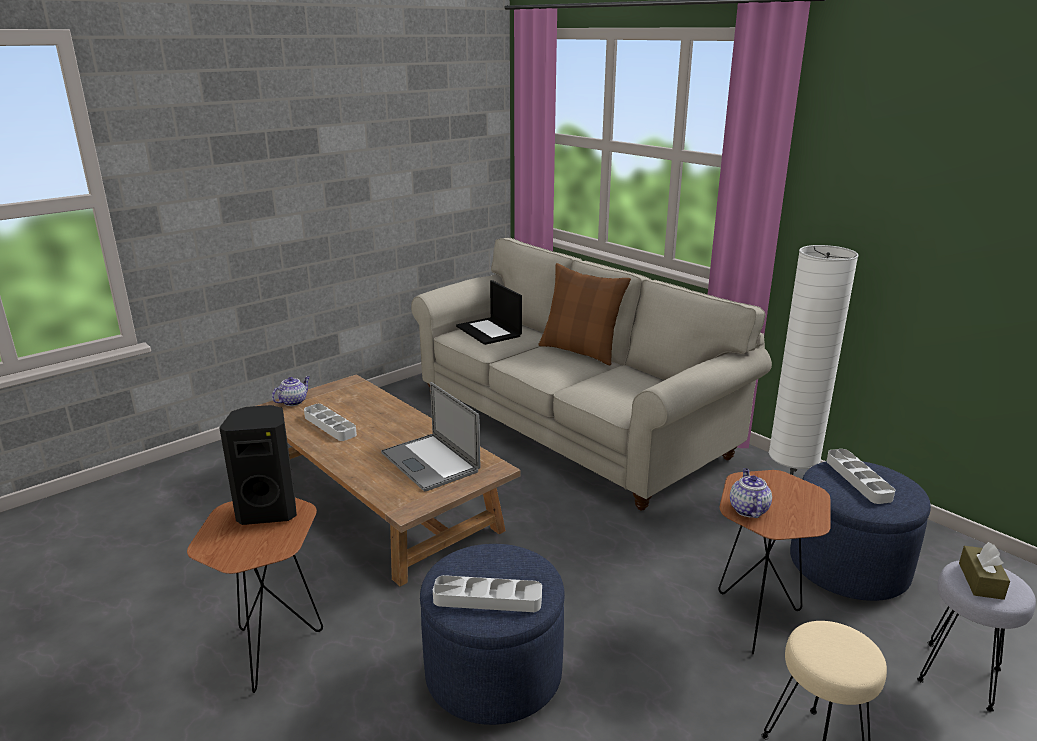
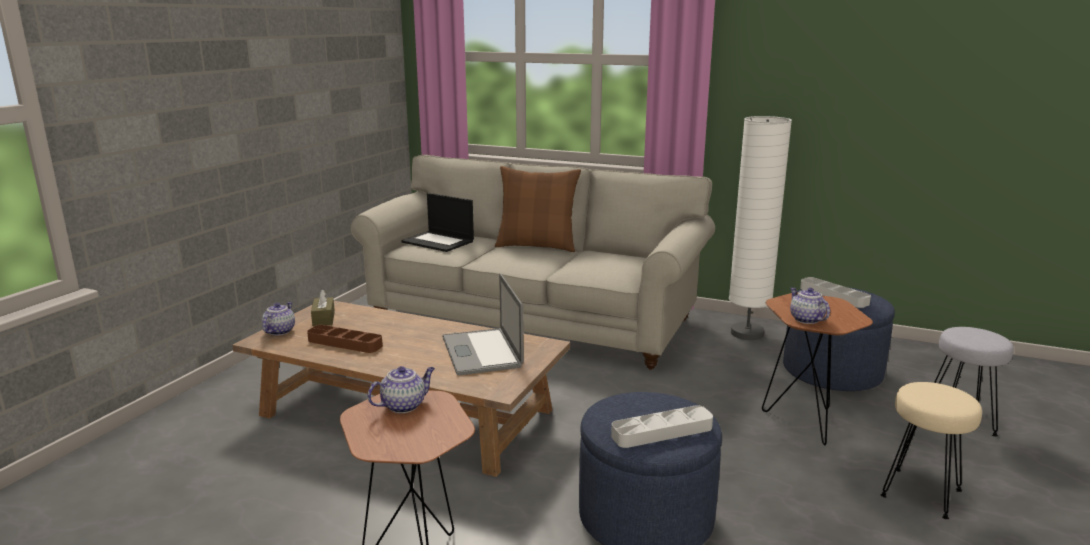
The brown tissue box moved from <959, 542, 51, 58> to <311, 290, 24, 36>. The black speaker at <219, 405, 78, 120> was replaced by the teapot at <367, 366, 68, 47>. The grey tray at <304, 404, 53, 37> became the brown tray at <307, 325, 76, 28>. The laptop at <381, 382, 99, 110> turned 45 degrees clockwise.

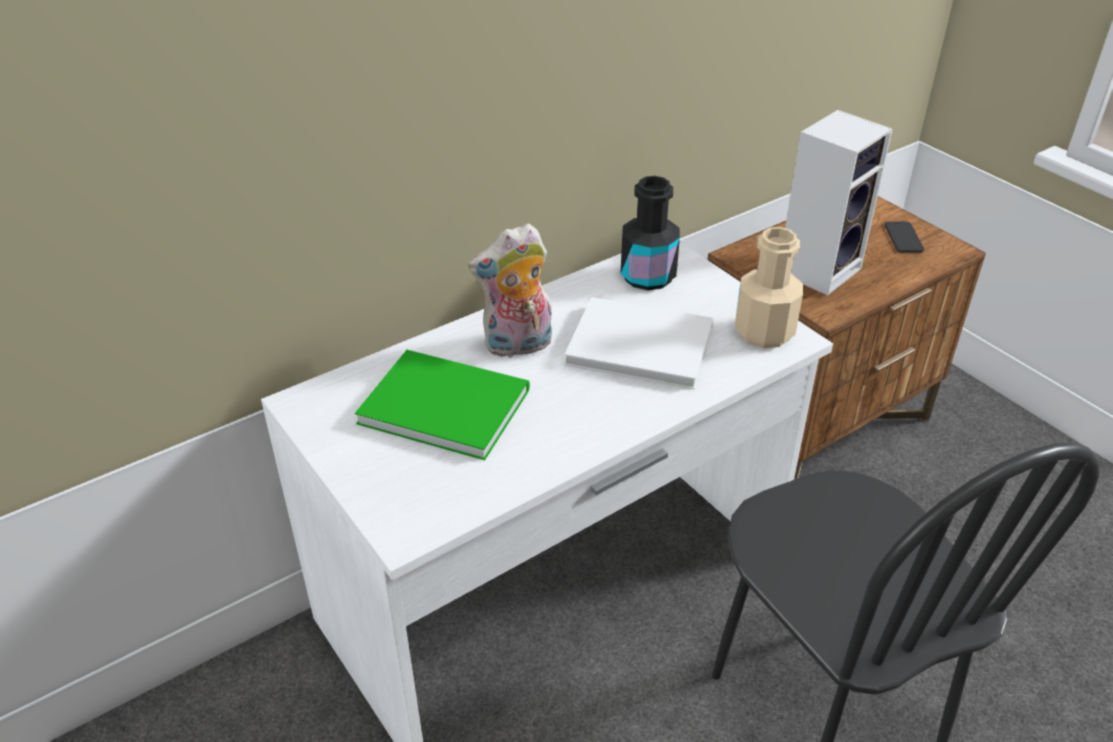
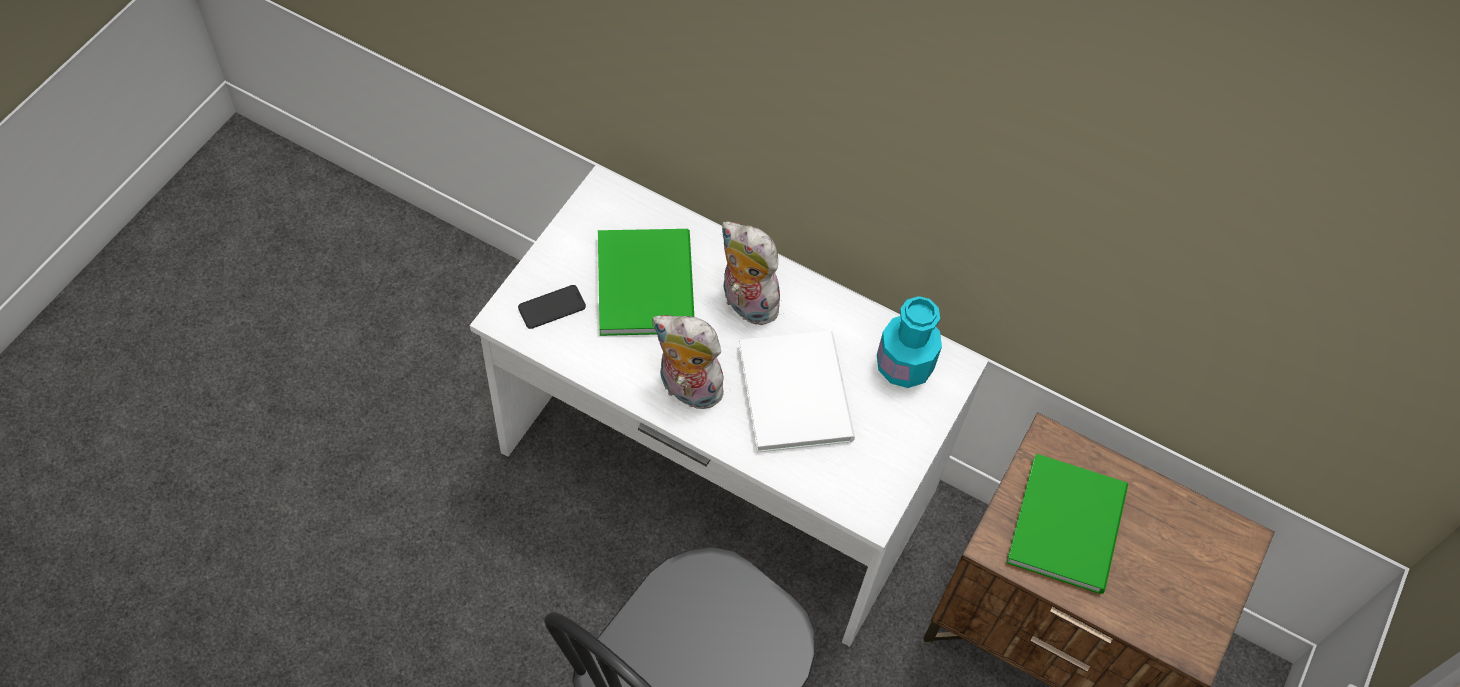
The beige bottle at <735, 227, 68, 121> disappeared. The plush toy at <652, 315, 77, 94> appeared. The phone moved from <884, 222, 40, 31> to <518, 285, 68, 44>. The speaker at <785, 110, 108, 186> was replaced by the green book at <1007, 454, 121, 140>. The black bottle at <620, 176, 60, 114> became the turquoise bottle at <877, 296, 65, 92>.

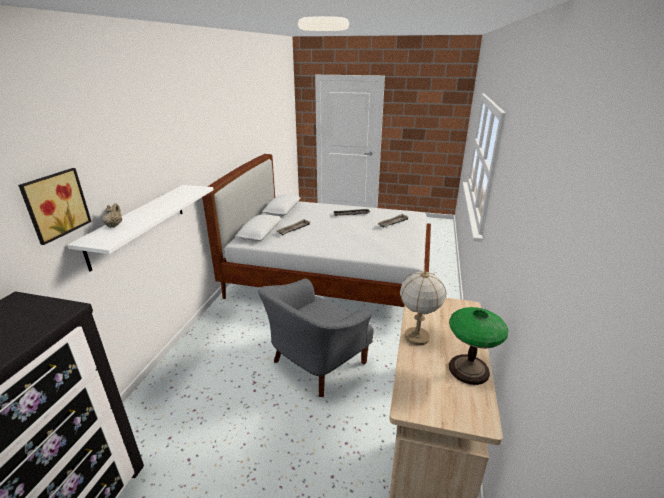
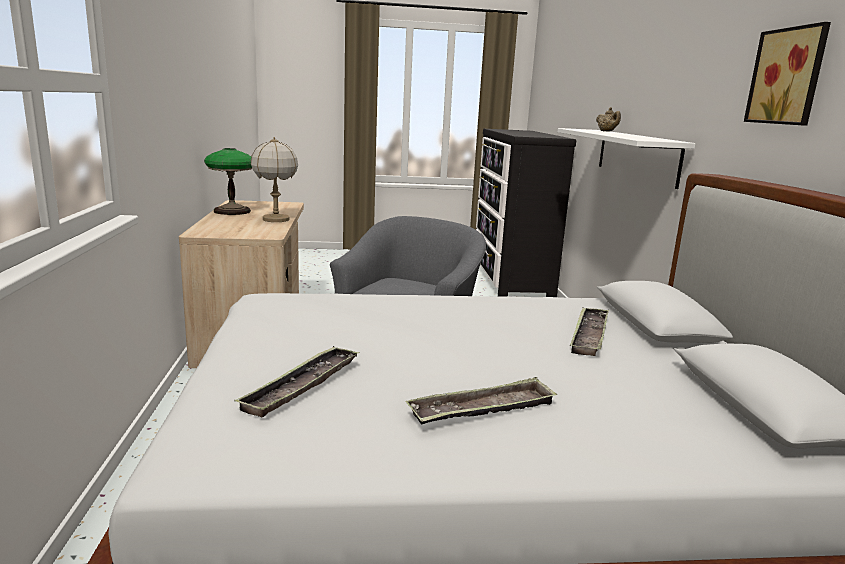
The picture moved from <18, 168, 74, 77> to <744, 22, 87, 104>.

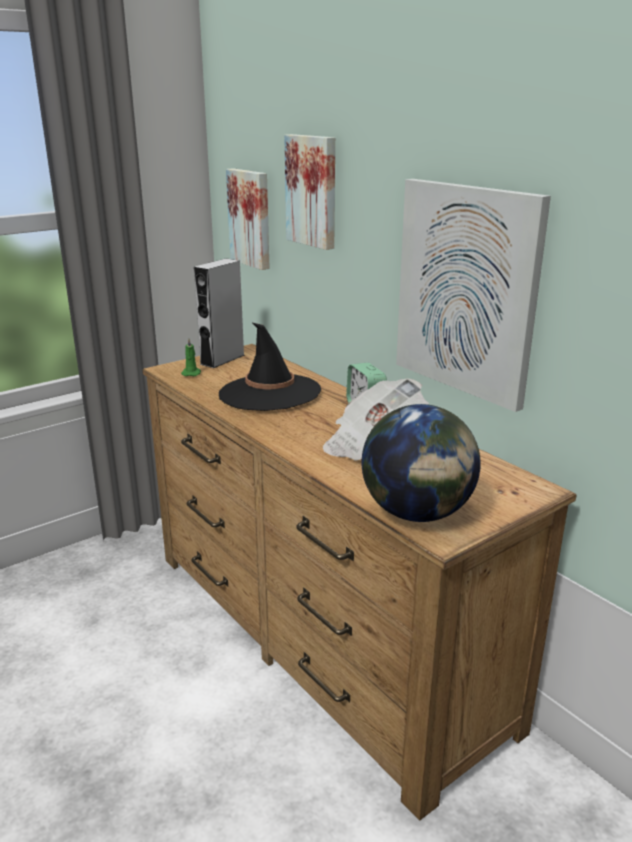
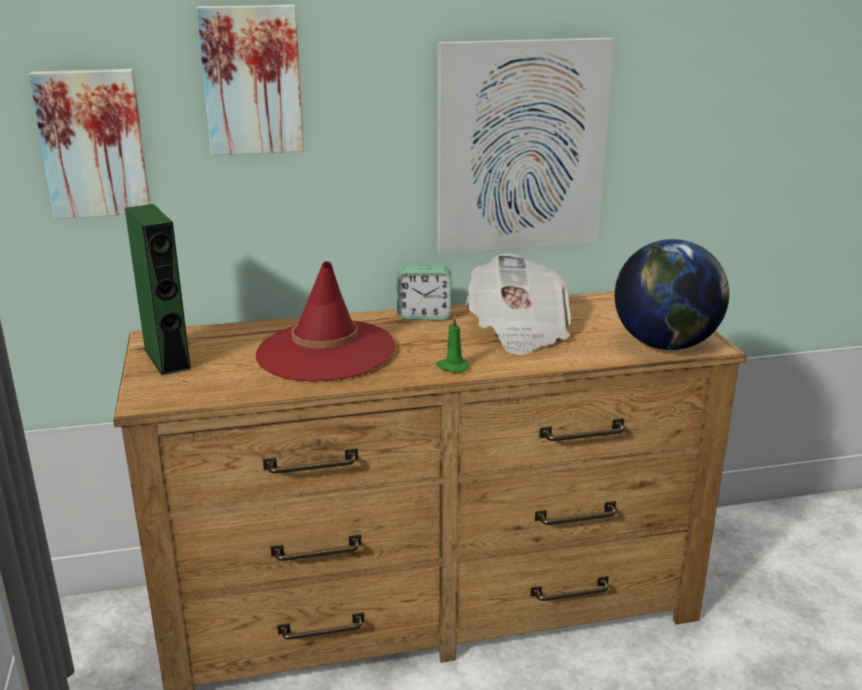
The green candle moved from <181, 339, 20, 37> to <437, 315, 33, 57>. The grey speaker at <194, 259, 51, 109> became the green speaker at <125, 204, 66, 172>. The black hat at <219, 322, 102, 89> became the red hat at <256, 261, 139, 121>.

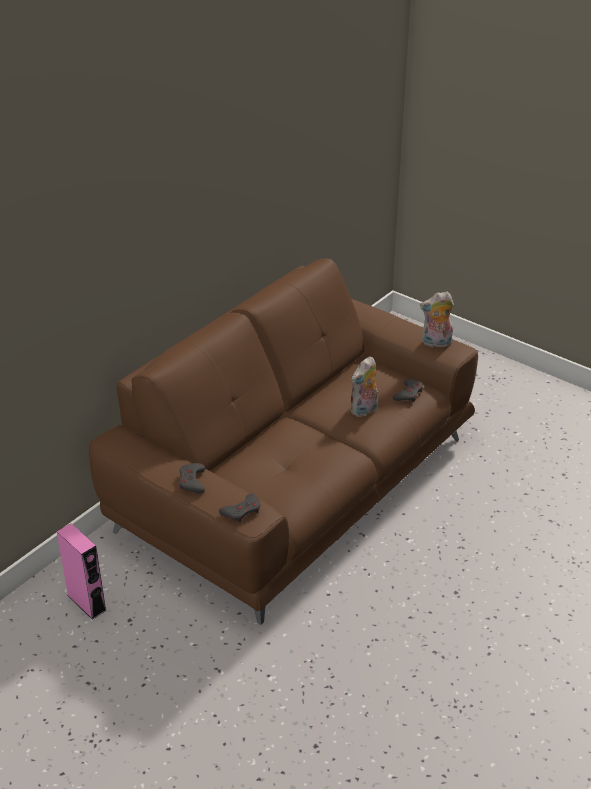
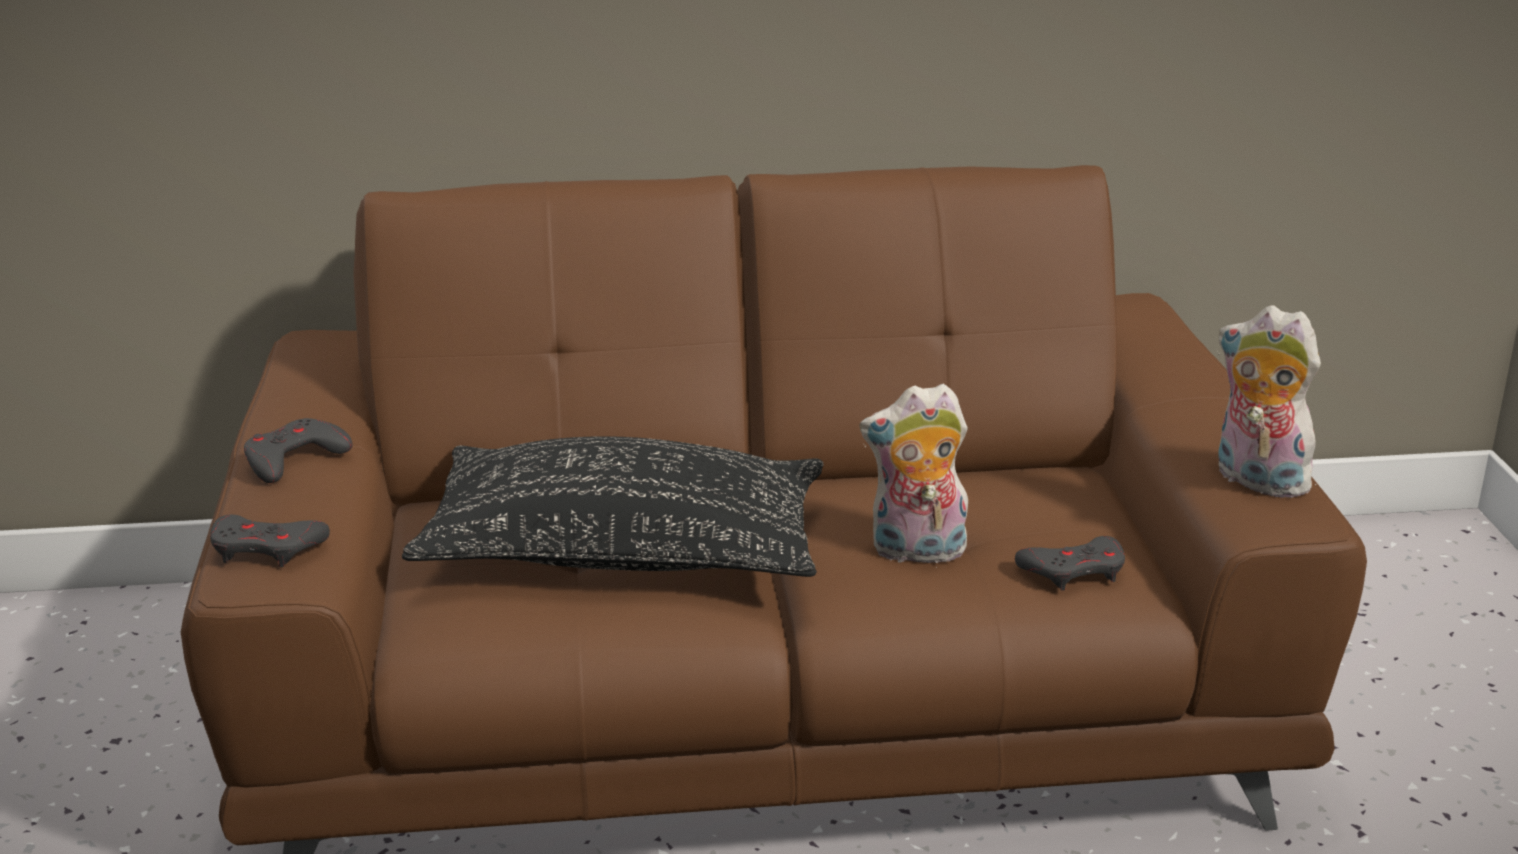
The pink speaker at <56, 523, 51, 97> disappeared. The black pillow at <402, 436, 422, 141> appeared.

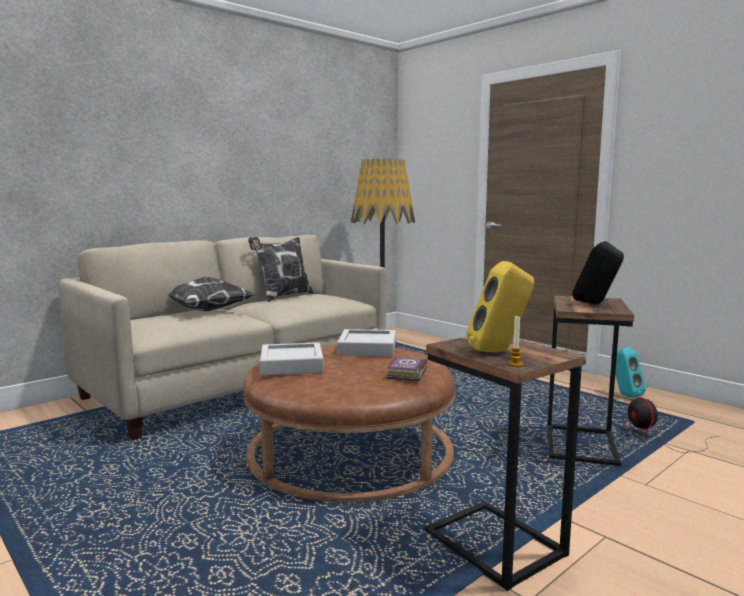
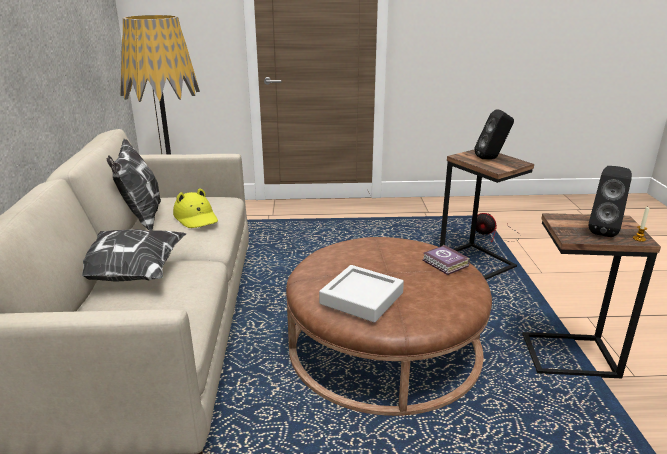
The grey tray at <337, 329, 59, 27> disappeared. The turquoise speaker at <611, 347, 35, 51> disappeared. The yellow hat at <173, 188, 45, 40> appeared. The yellow speaker at <466, 261, 68, 91> became the black speaker at <588, 166, 44, 71>.

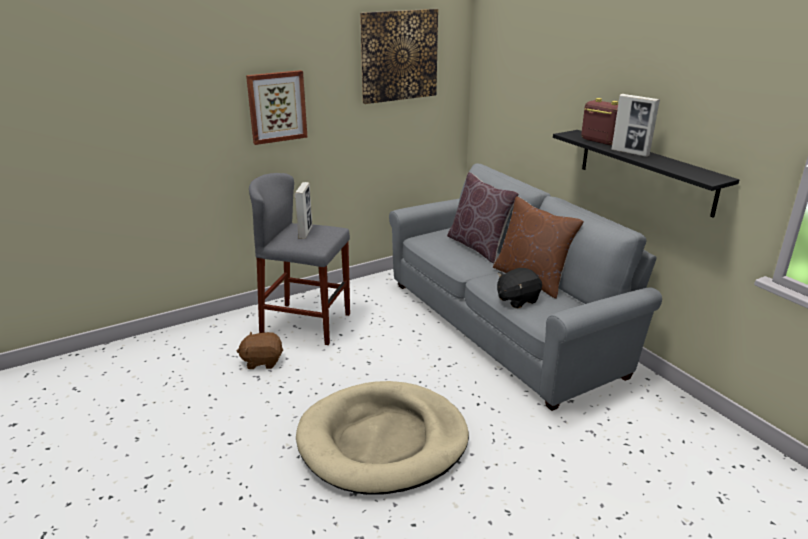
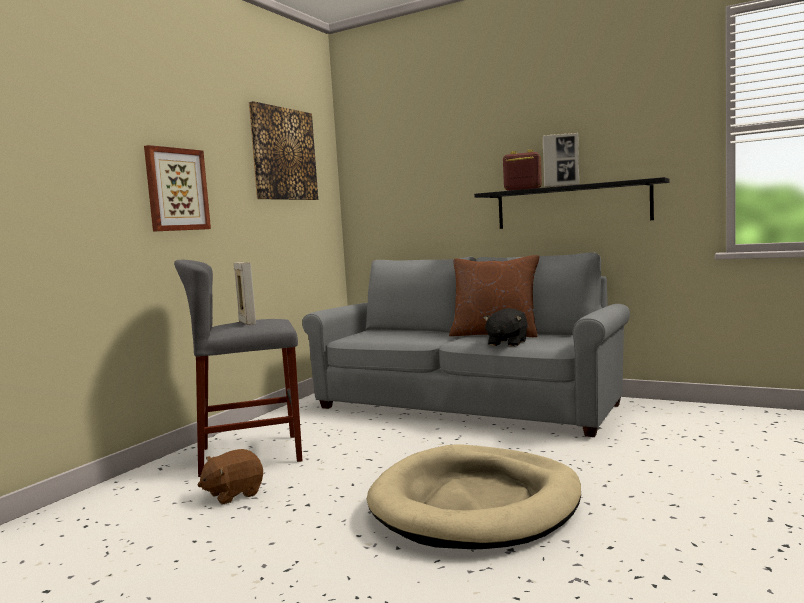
The brown pillow at <447, 172, 72, 91> disappeared.

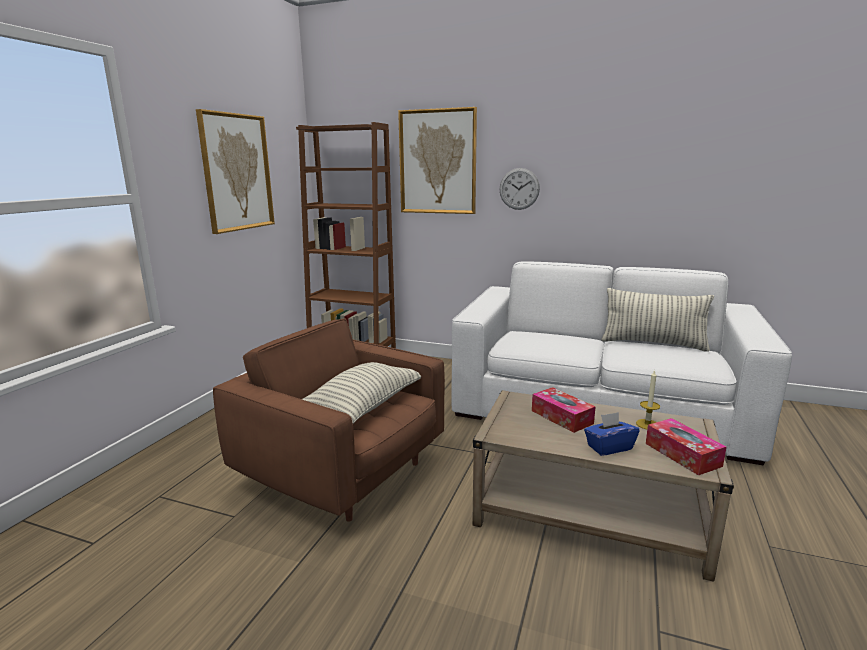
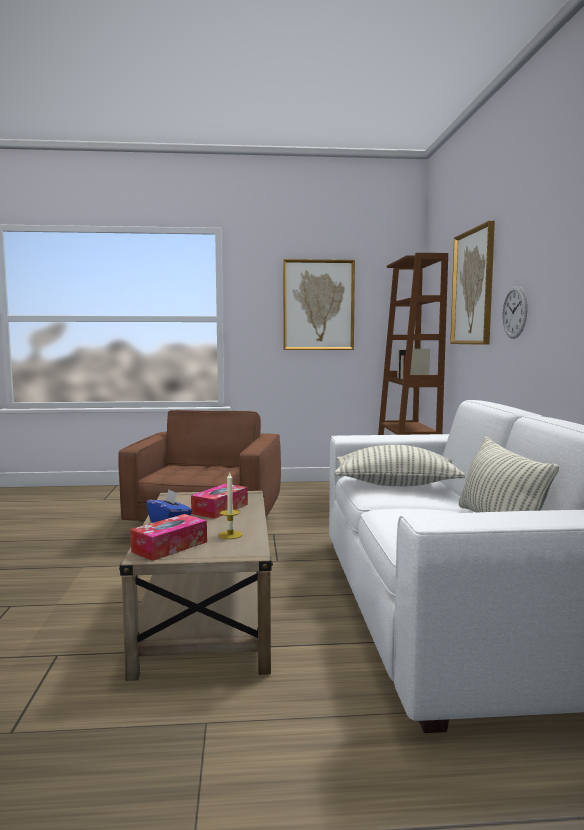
The pillow moved from <302, 362, 119, 61> to <334, 445, 131, 41>.

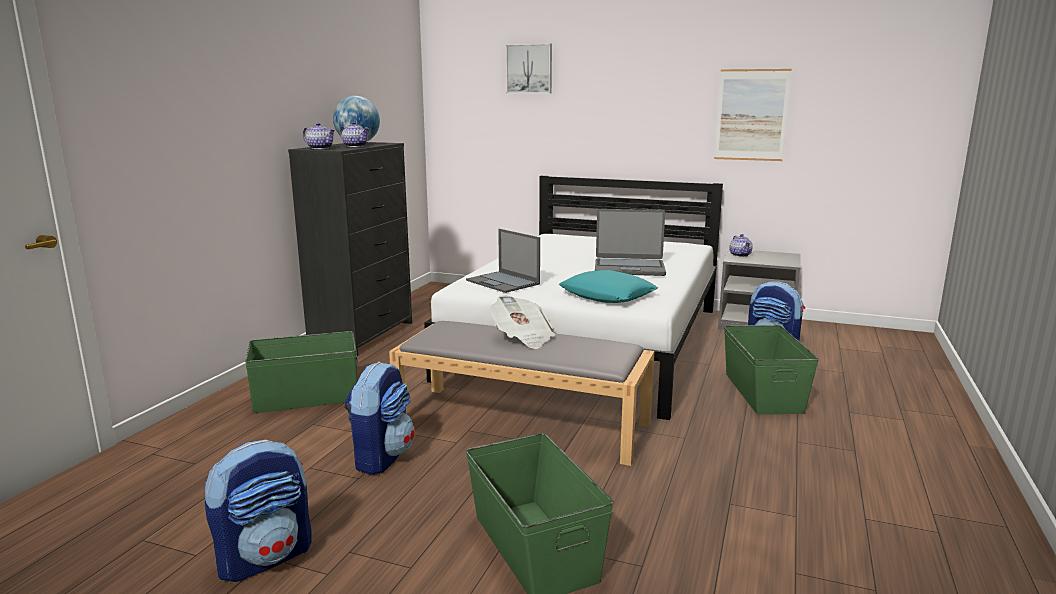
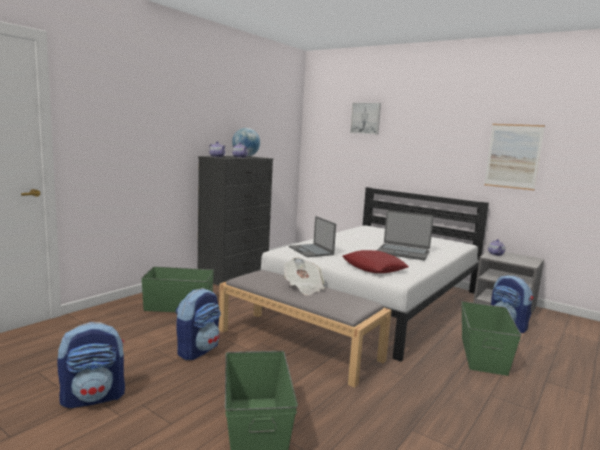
The turquoise pillow at <559, 270, 99, 33> became the red pillow at <343, 250, 66, 23>.

